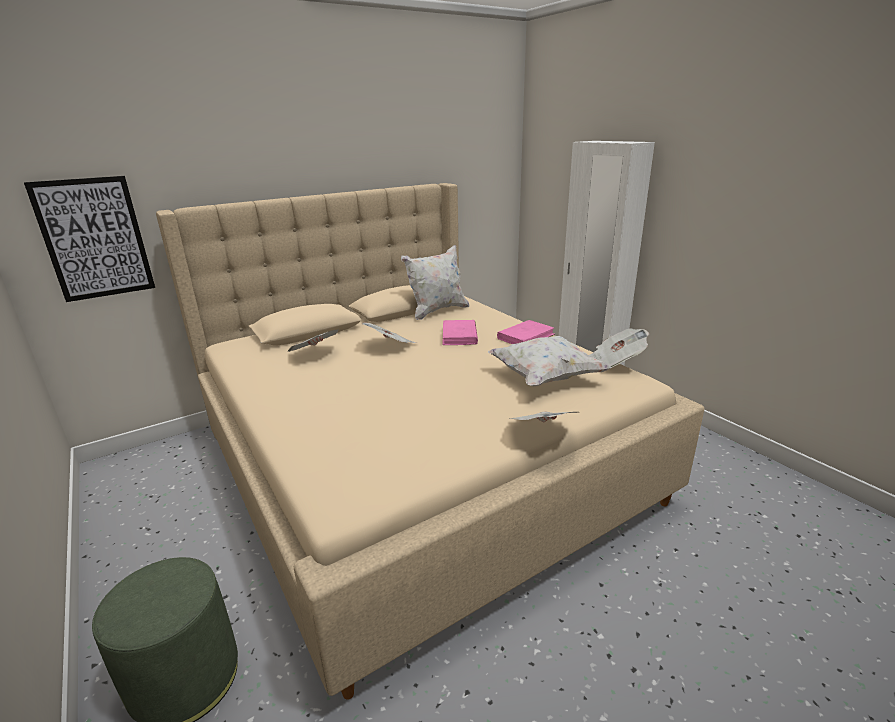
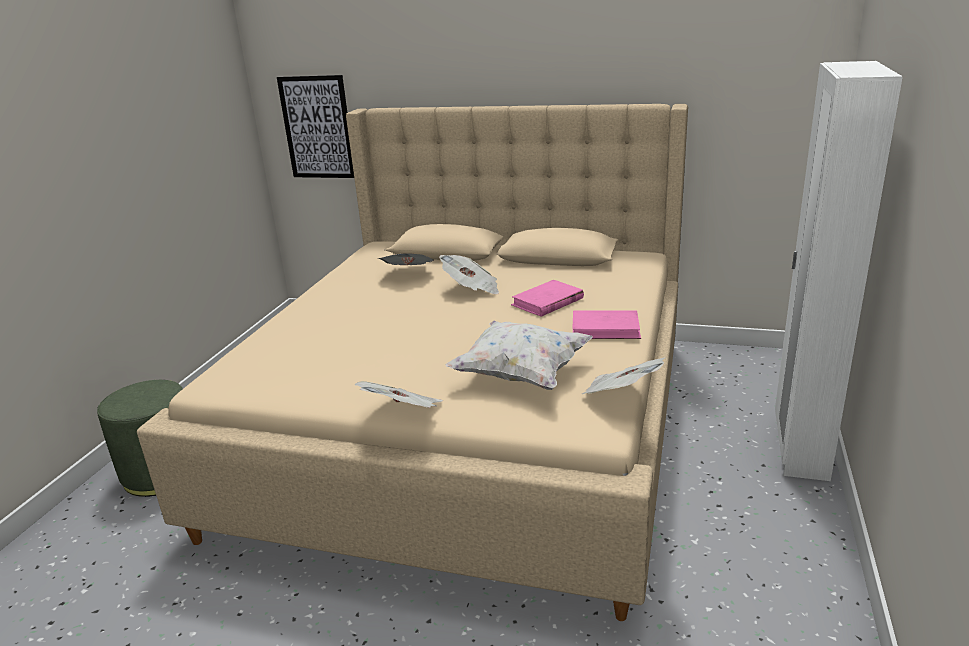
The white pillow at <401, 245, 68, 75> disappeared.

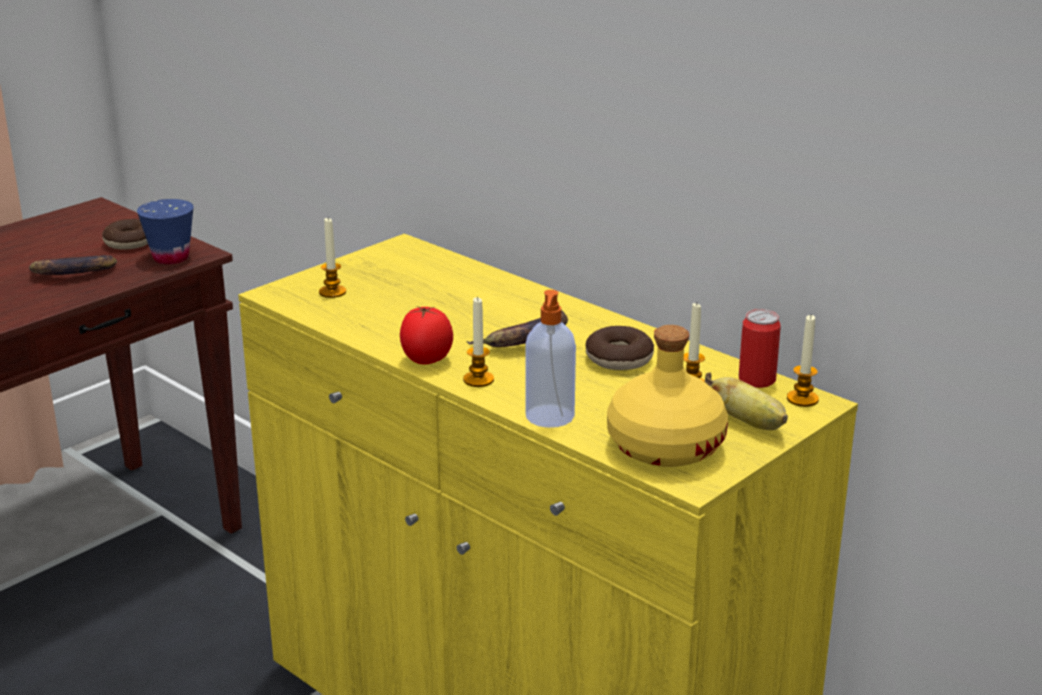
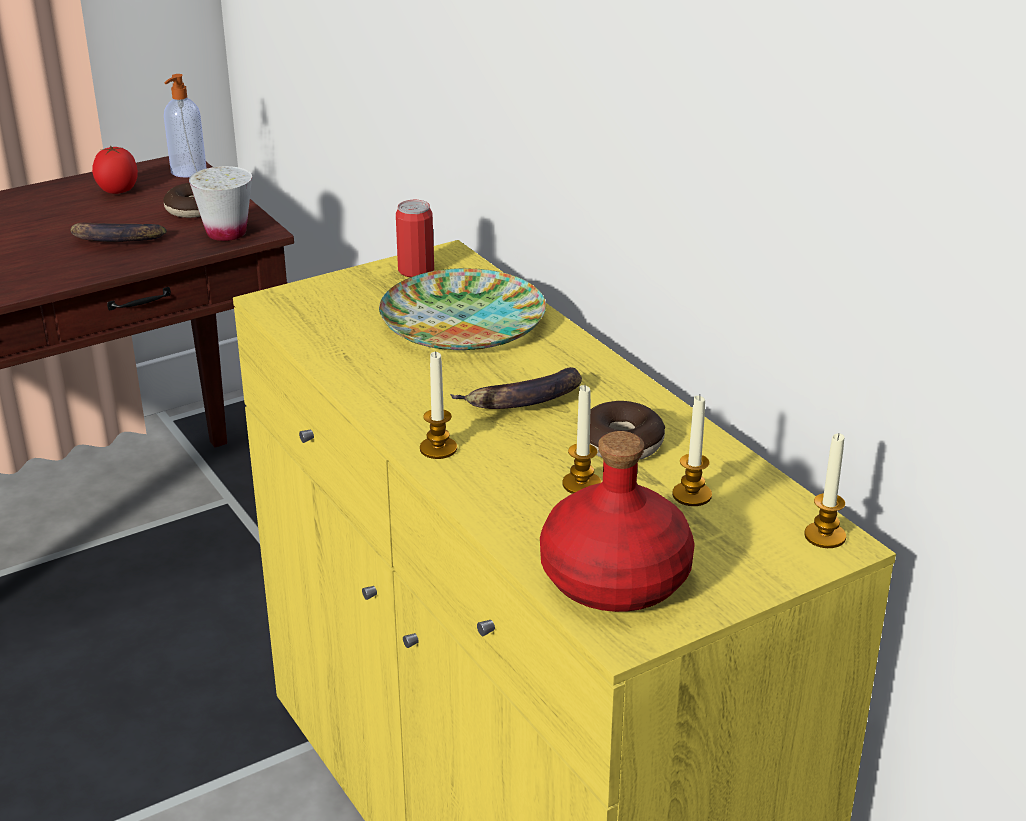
The banana at <705, 372, 83, 58> disappeared. The plate at <379, 268, 167, 82> appeared. The candle moved from <319, 218, 27, 80> to <563, 385, 38, 109>. The tomato moved from <400, 306, 53, 59> to <92, 146, 46, 48>. The soap dispenser moved from <525, 290, 51, 138> to <164, 74, 43, 104>. The can moved from <739, 309, 42, 79> to <396, 200, 38, 77>. The blue cup at <137, 199, 57, 65> became the white cup at <189, 166, 63, 75>. The yellow bottle at <607, 325, 121, 142> became the red bottle at <540, 431, 155, 181>.

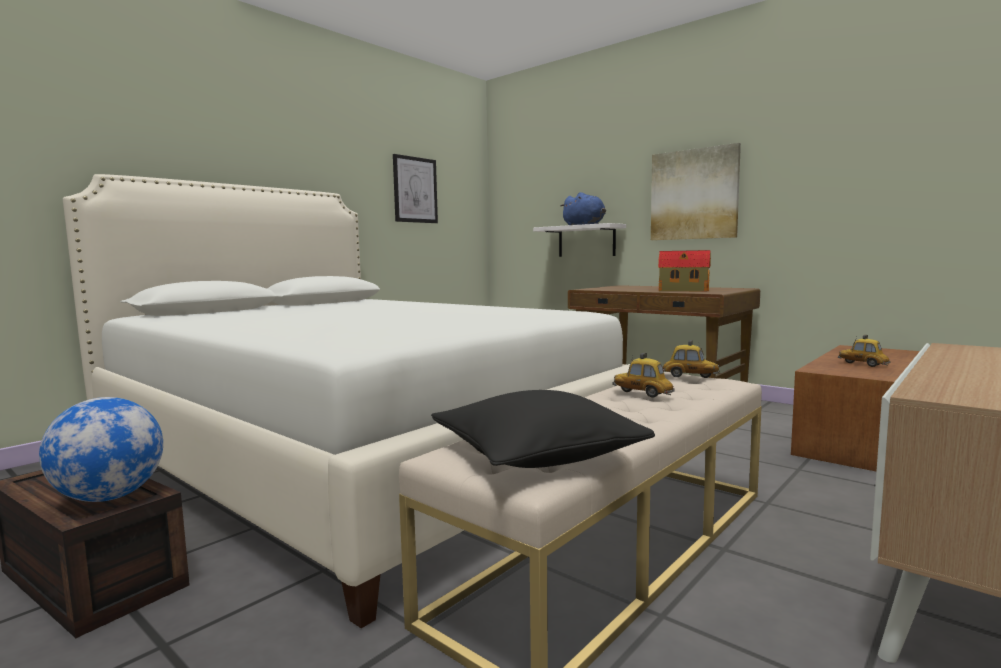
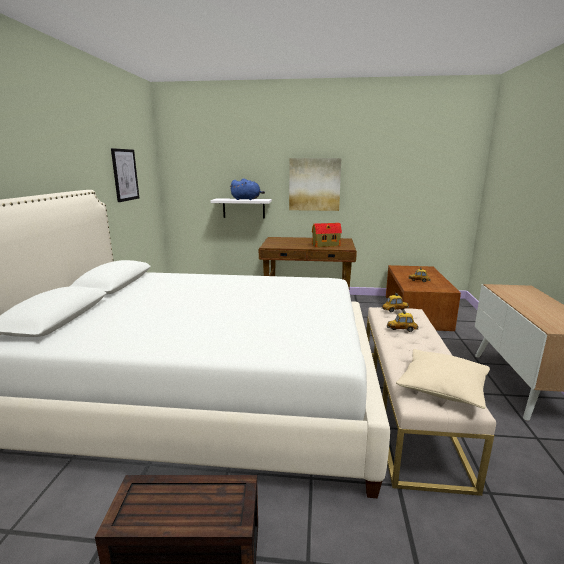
The globe at <39, 397, 124, 105> disappeared. The black pillow at <431, 390, 224, 78> became the beige pillow at <396, 349, 94, 60>.

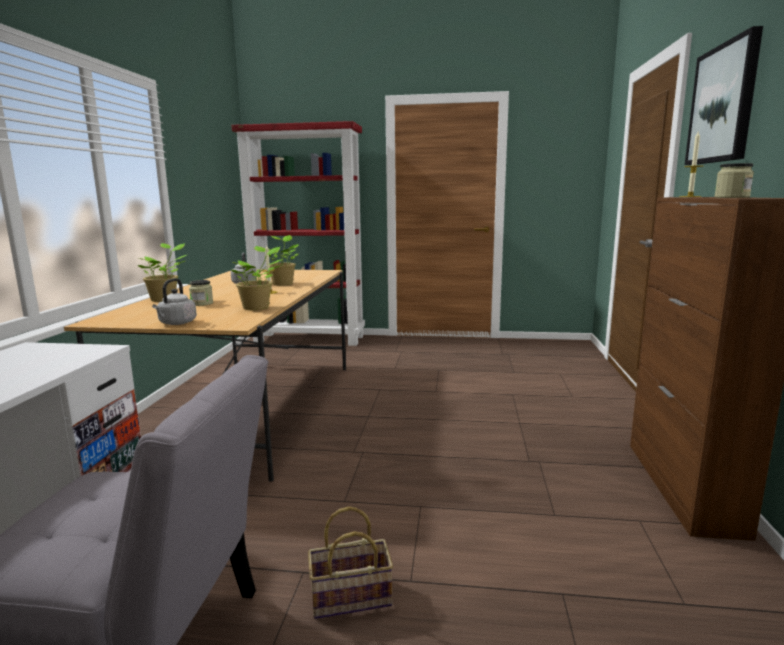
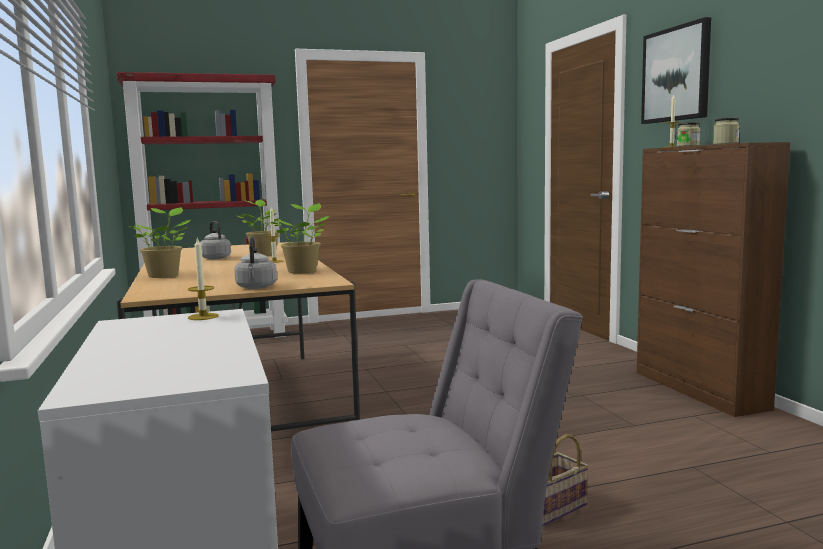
The candle at <188, 237, 31, 83> appeared. The jar moved from <189, 280, 24, 26> to <677, 122, 23, 25>.

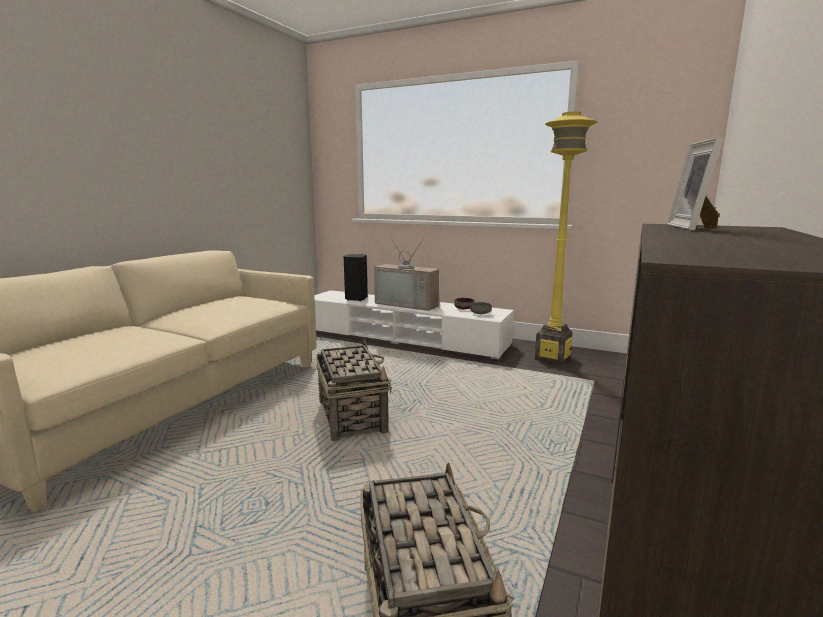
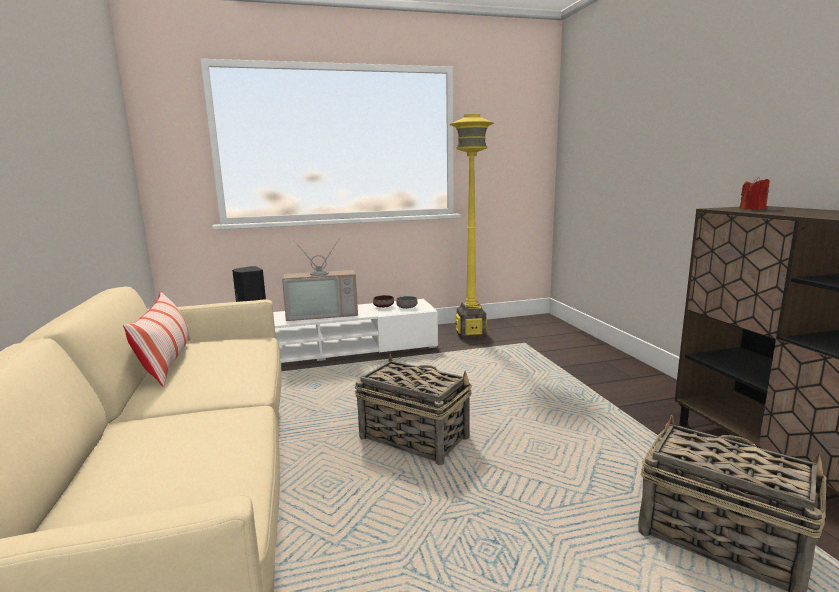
The pillow at <123, 292, 67, 95> appeared. The picture frame at <667, 137, 56, 94> was replaced by the red candle at <739, 177, 31, 33>.

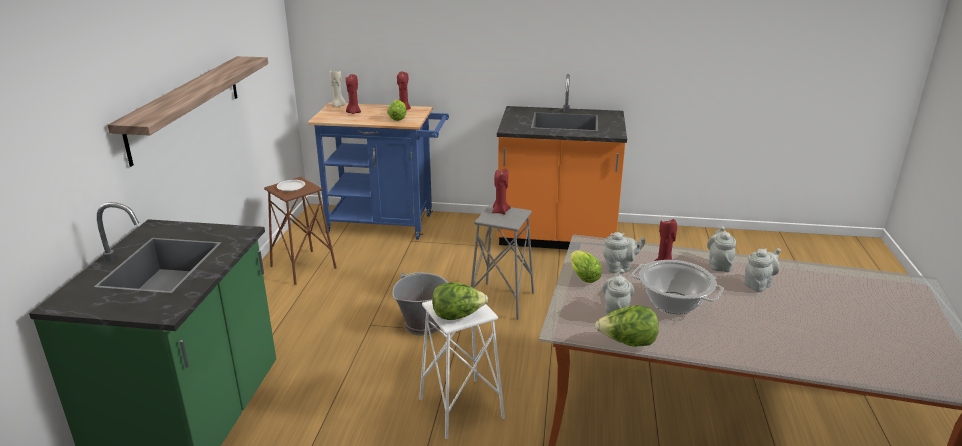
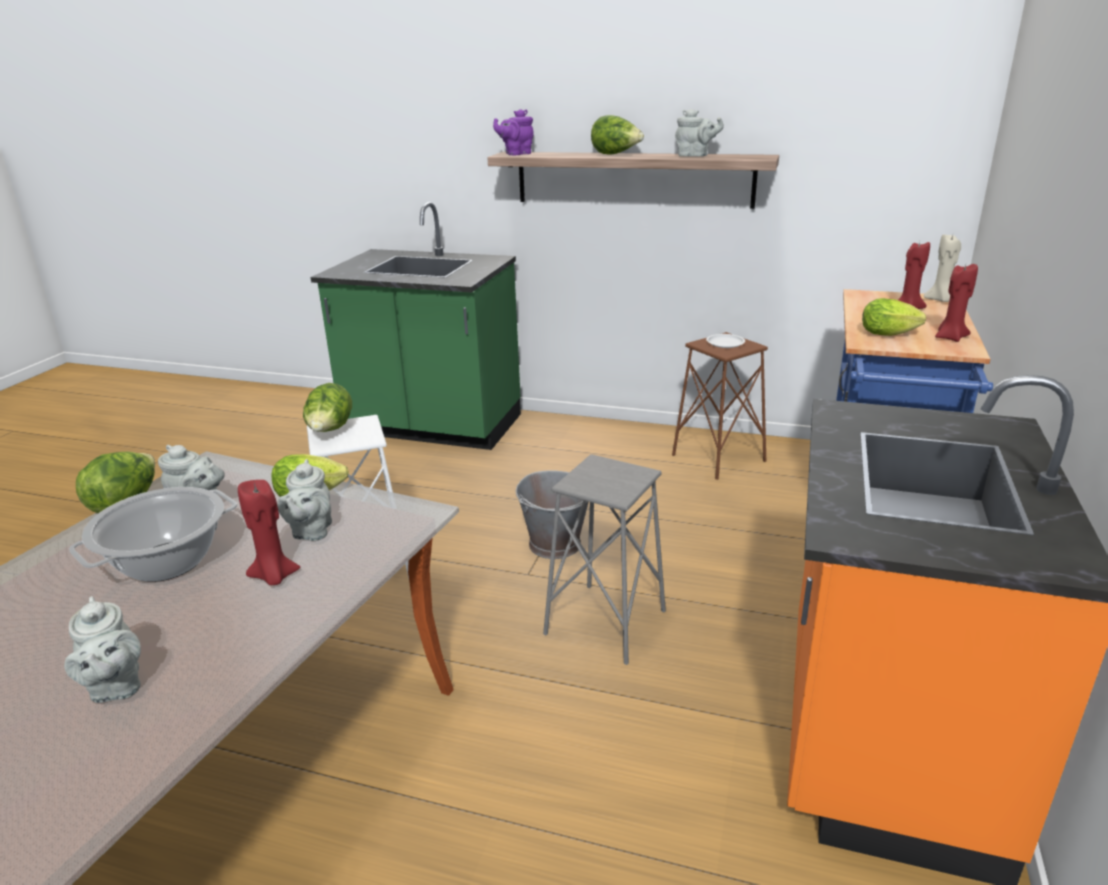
The red candle at <492, 169, 19, 45> disappeared. The purple teapot at <493, 109, 41, 46> appeared. The lettuce at <591, 115, 53, 40> appeared. The grey teapot moved from <707, 226, 29, 46> to <675, 109, 49, 48>.

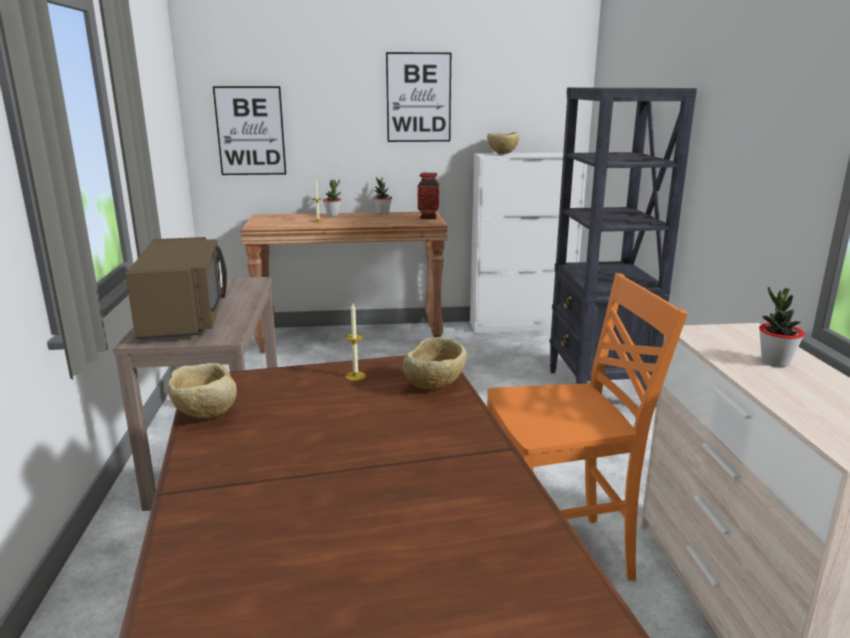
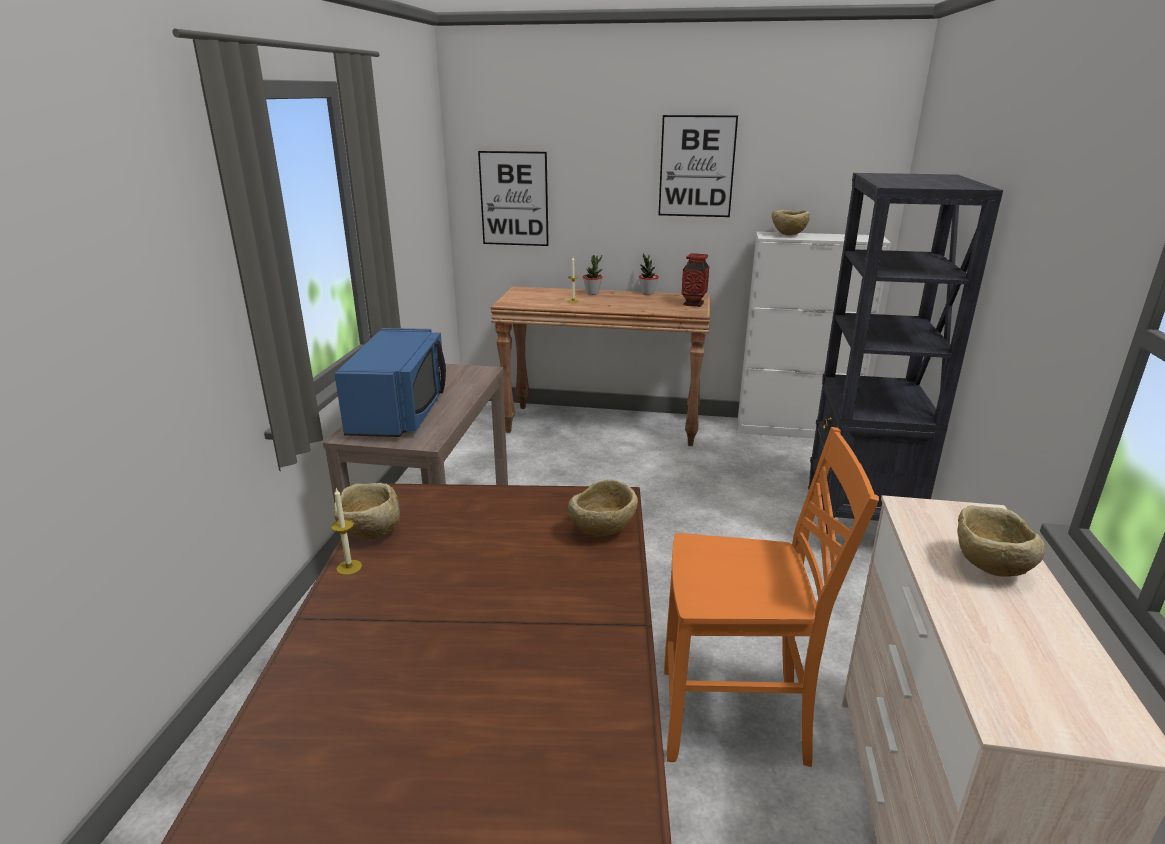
The candle moved from <345, 303, 21, 78> to <331, 488, 31, 87>. The potted plant at <759, 287, 45, 80> was replaced by the beige bowl at <957, 505, 88, 72>. The brown microwave at <125, 237, 102, 102> became the blue microwave at <335, 328, 111, 109>.

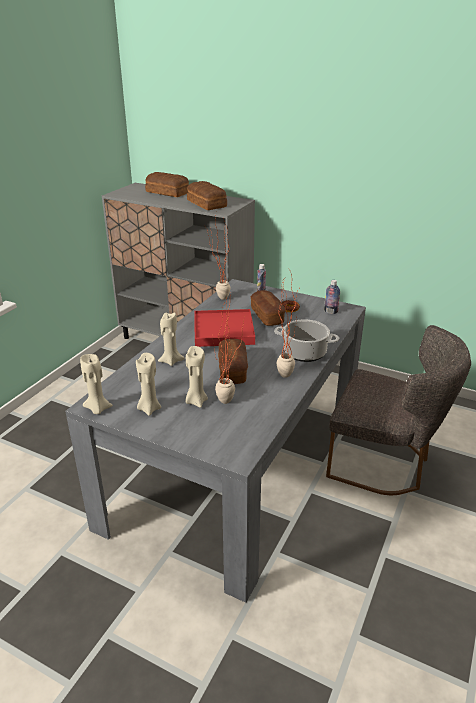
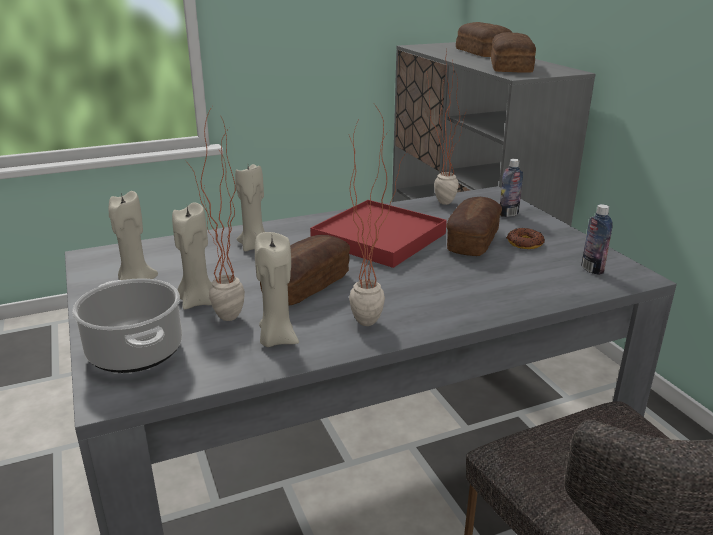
The beige candle moved from <80, 354, 33, 60> to <255, 232, 44, 115>. The cooking pot moved from <274, 320, 65, 42> to <72, 278, 110, 95>.

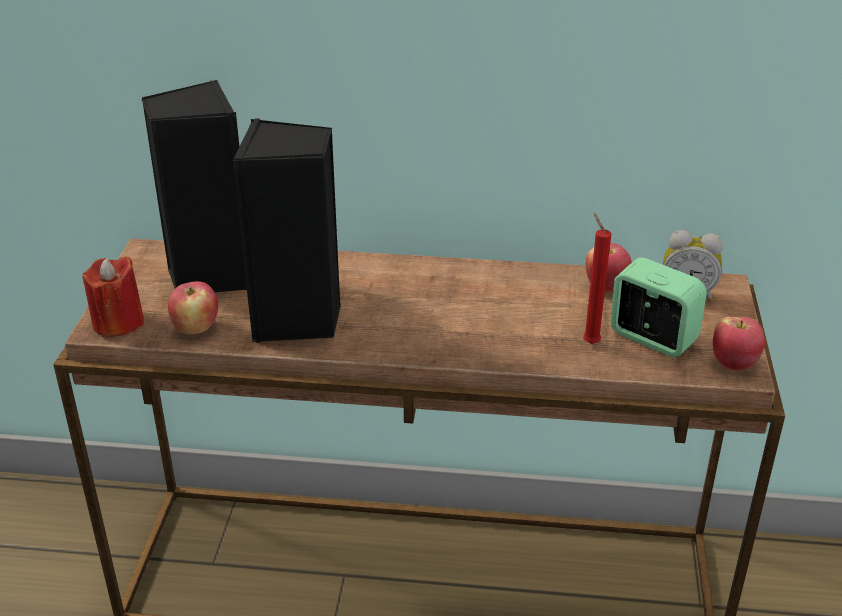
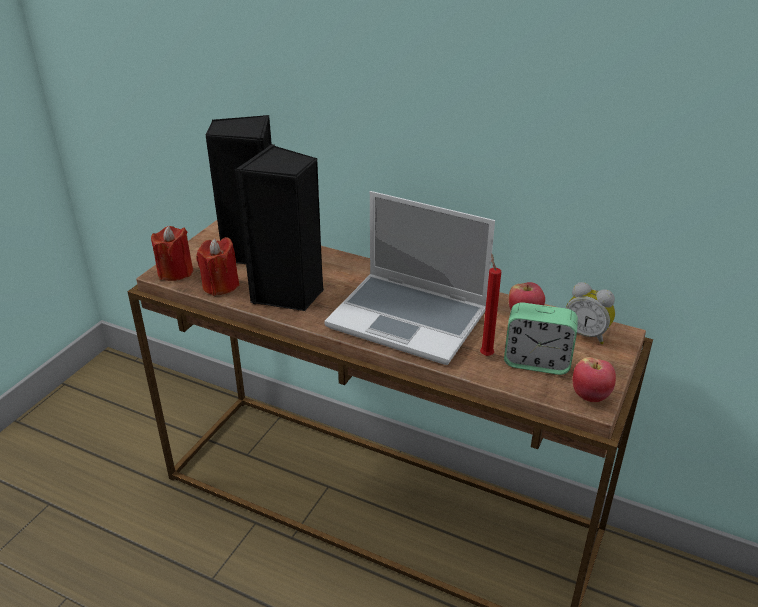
The laptop at <324, 191, 171, 174> appeared. The apple at <168, 281, 50, 53> was replaced by the red candle at <196, 237, 44, 59>. The alarm clock at <610, 258, 97, 99> turned 135 degrees clockwise.

